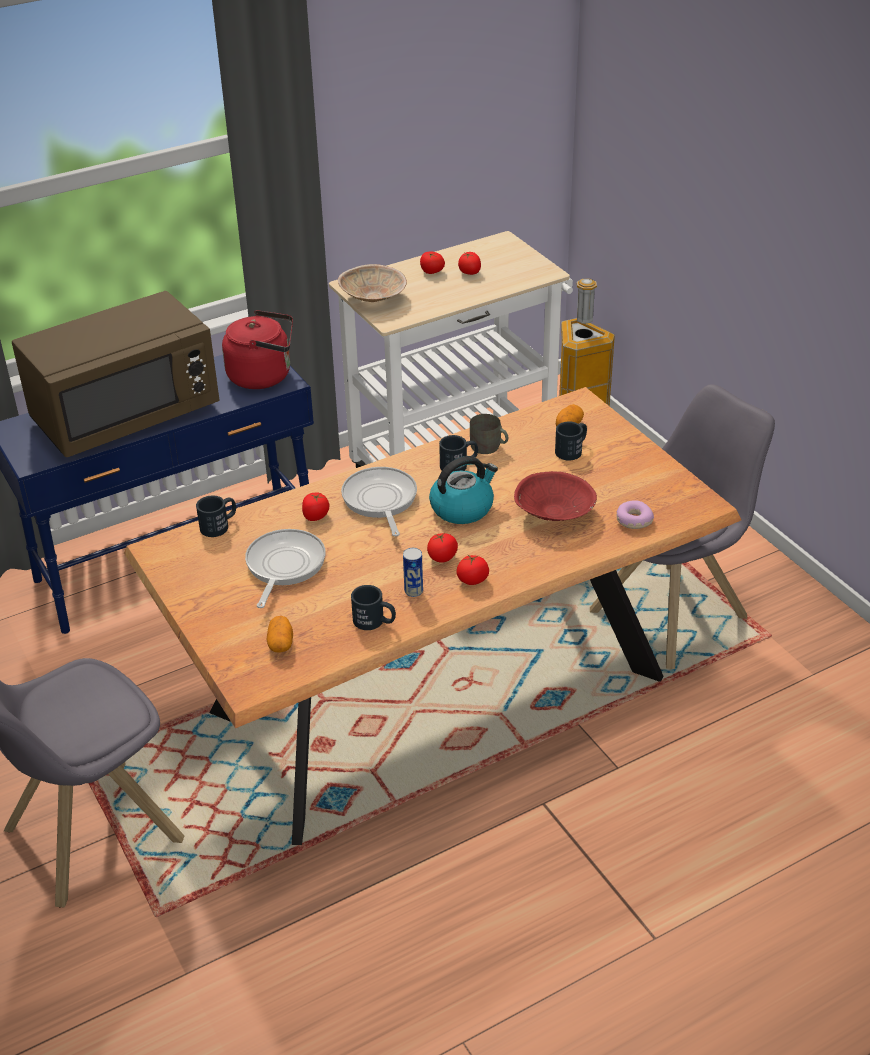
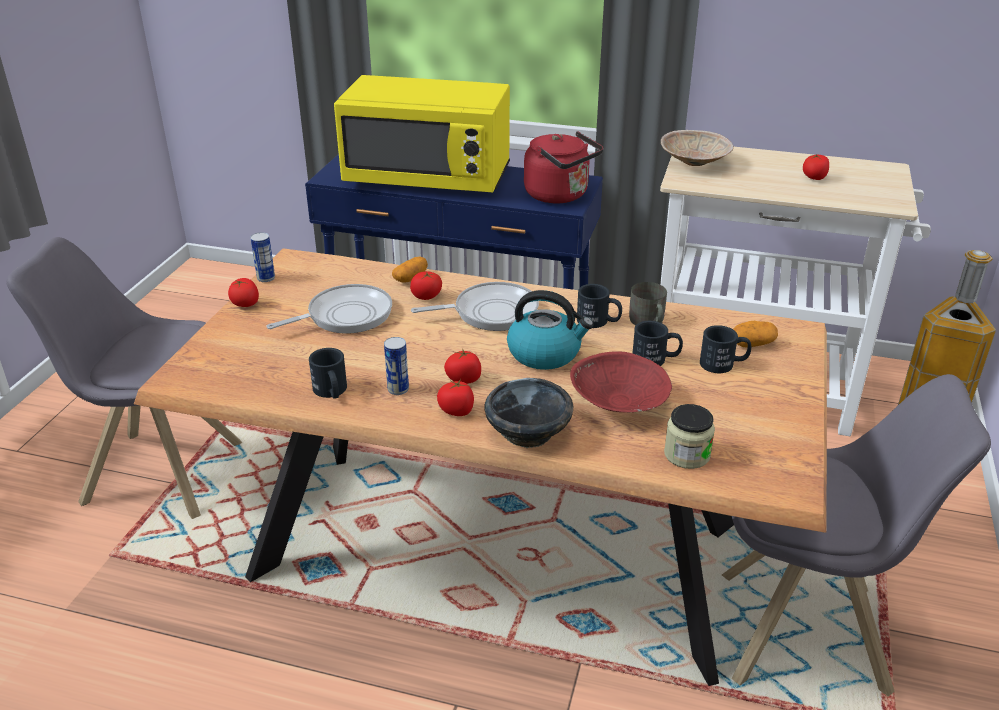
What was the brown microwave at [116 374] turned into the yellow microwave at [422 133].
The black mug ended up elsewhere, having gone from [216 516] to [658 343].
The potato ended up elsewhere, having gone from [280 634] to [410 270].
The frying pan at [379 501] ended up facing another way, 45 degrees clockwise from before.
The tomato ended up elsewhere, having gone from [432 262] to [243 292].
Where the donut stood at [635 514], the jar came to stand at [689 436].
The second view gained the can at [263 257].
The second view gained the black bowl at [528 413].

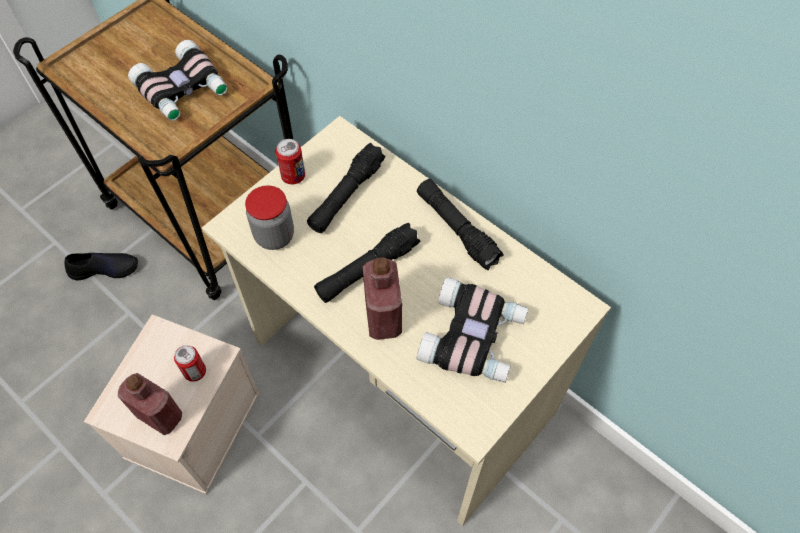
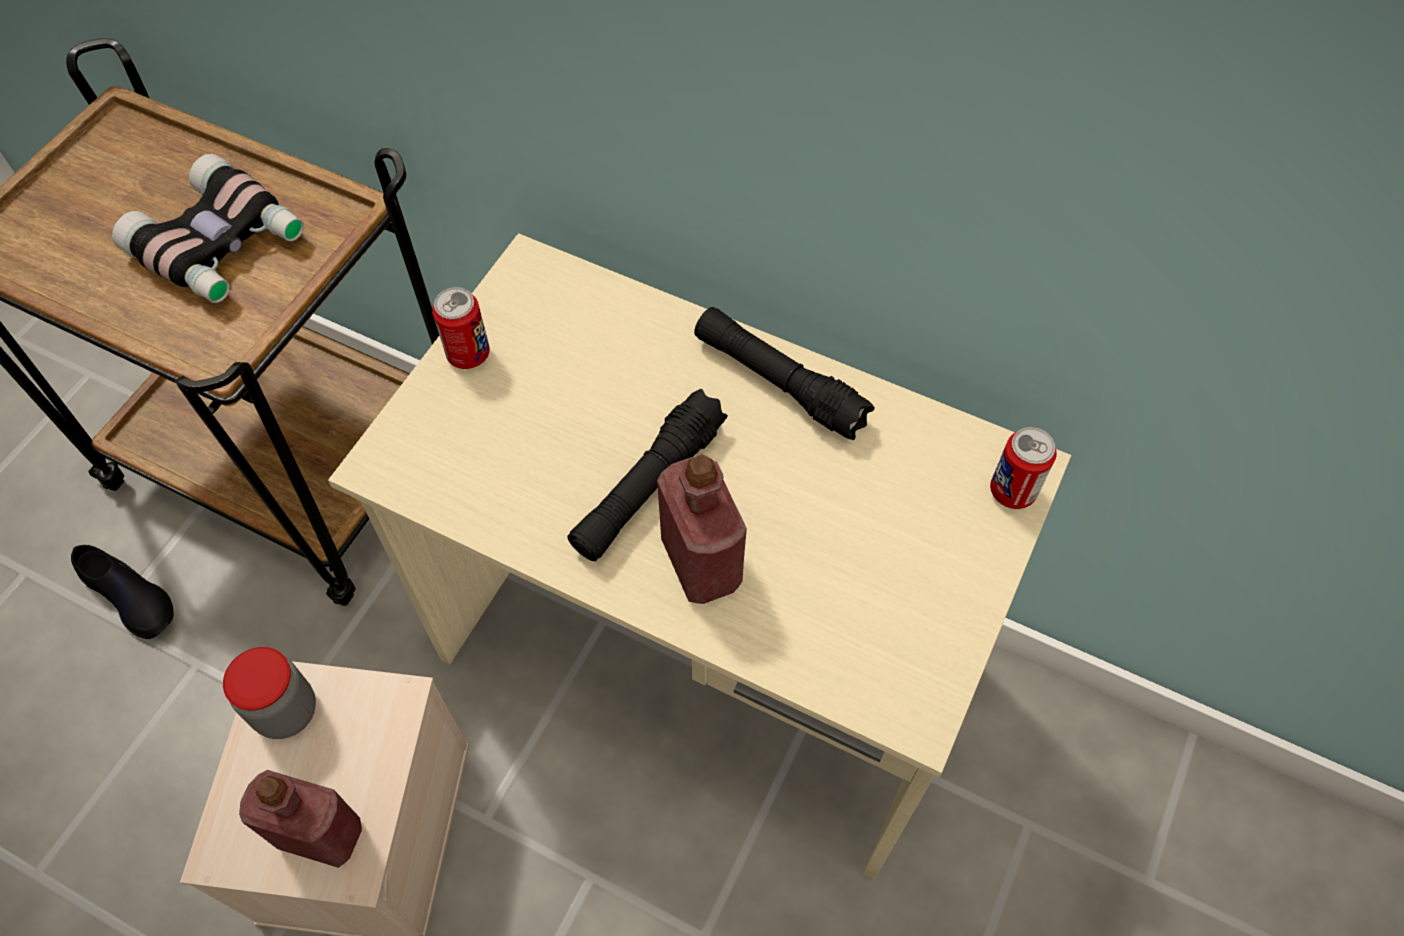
The black shoe at [101 266] ended up facing another way, 60 degrees clockwise from before.
The can ended up elsewhere, having gone from [190 363] to [1023 468].
The jar ended up elsewhere, having gone from [269 217] to [269 693].
The second view lost the black flashlight at [346 188].
The second view lost the binoculars at [472 329].

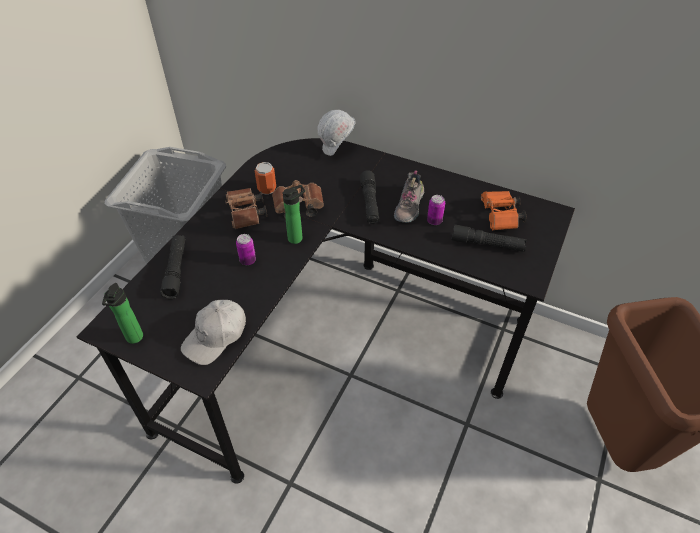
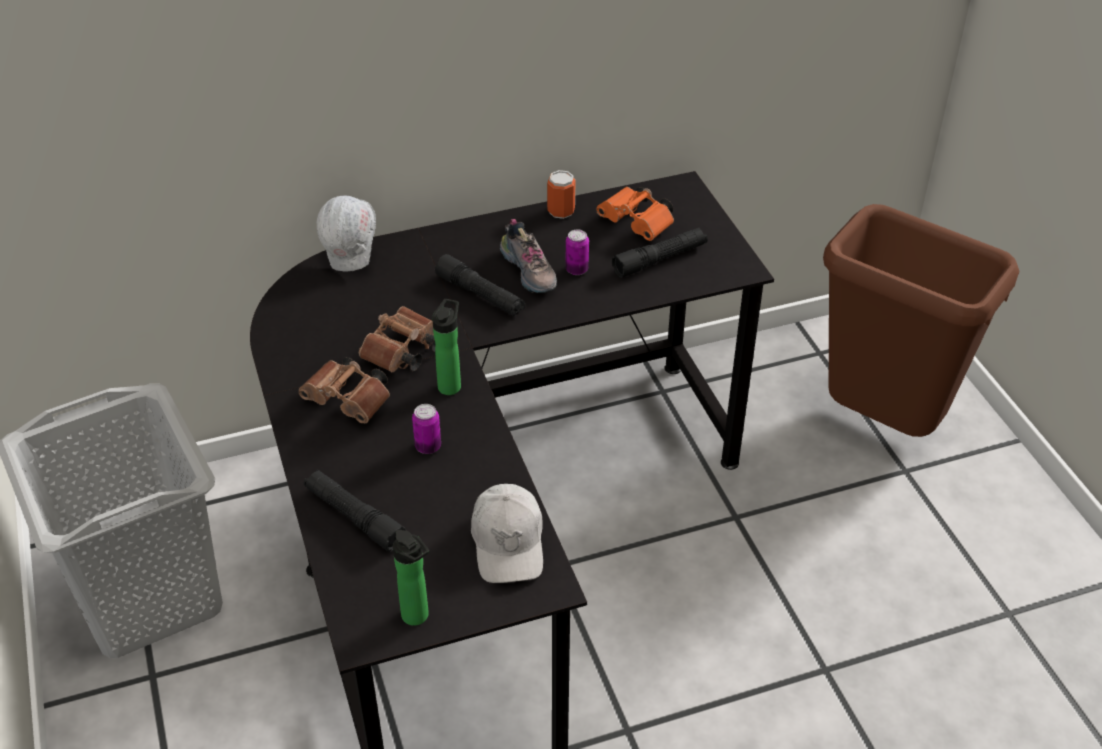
The can ended up elsewhere, having gone from [265 178] to [561 194].

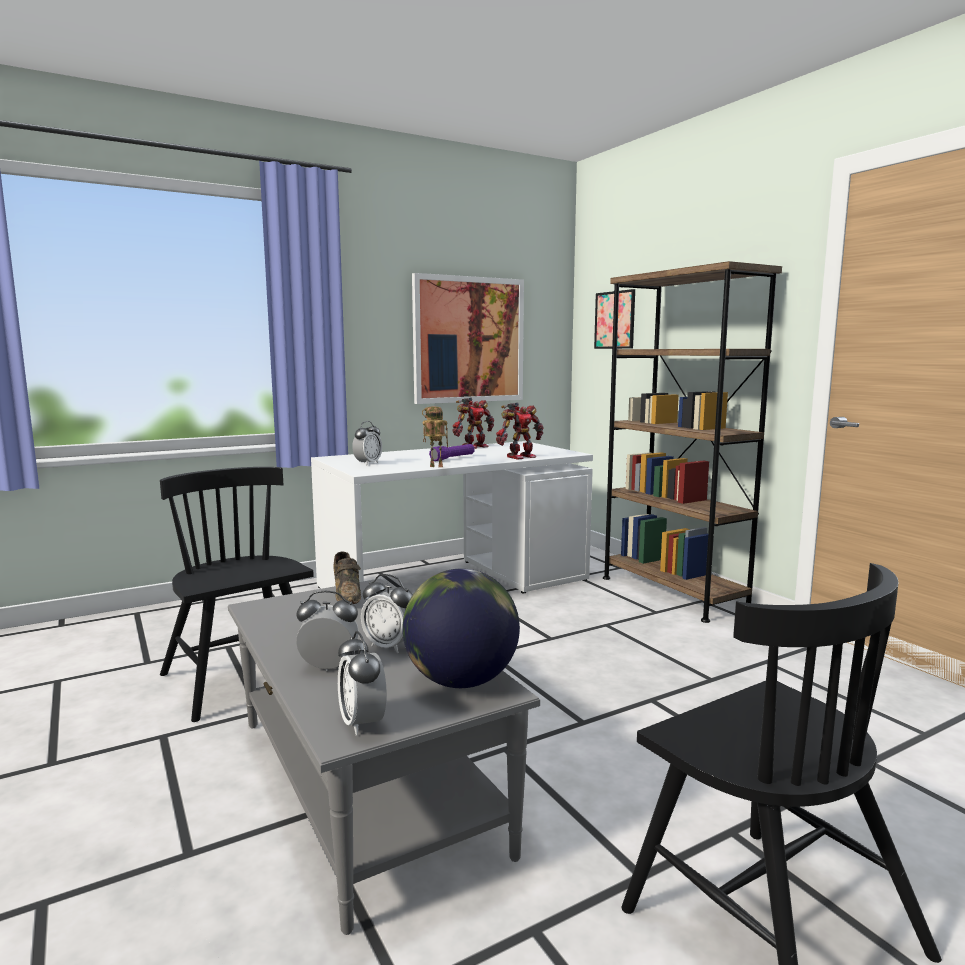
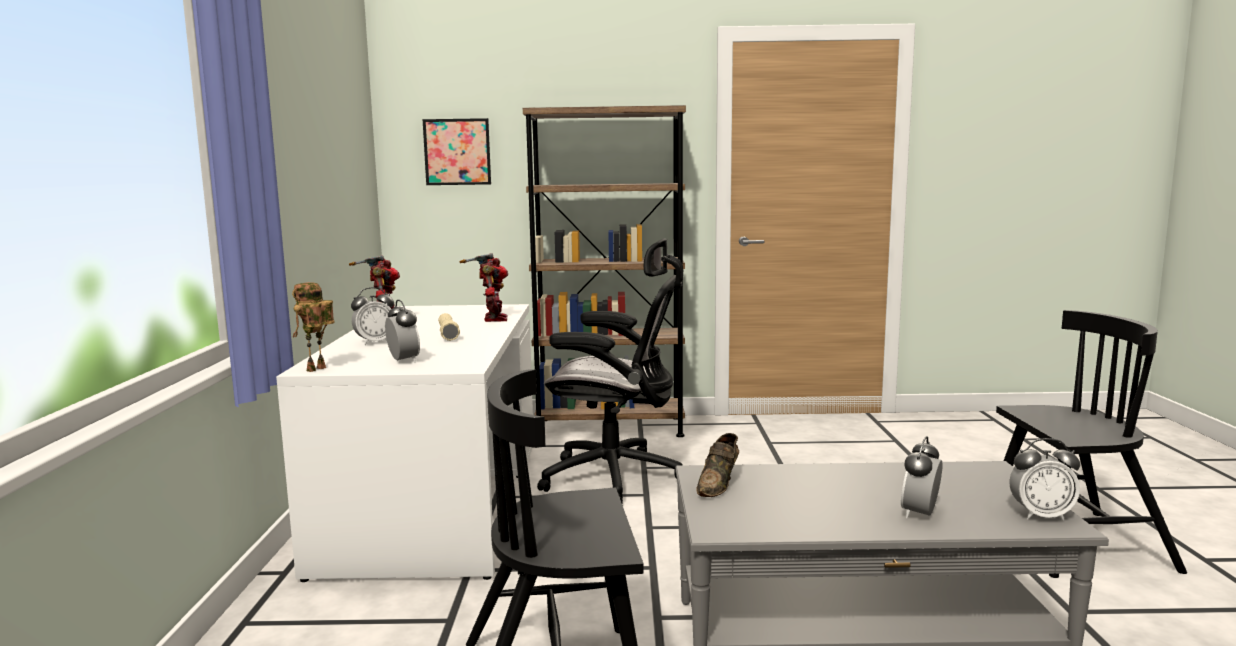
The brown shoe at [347 577] ended up facing another way, 105 degrees clockwise from before.
The alarm clock ended up elsewhere, having gone from [387 613] to [372 316].
The second view lost the globe at [461 628].
The second view lost the picture at [468 338].
The toy robot ended up elsewhere, having gone from [435 437] to [313 327].
What was the purple flashlight at [452 452] turned into the beige flashlight at [449 327].
The second view gained the office chair at [610 370].

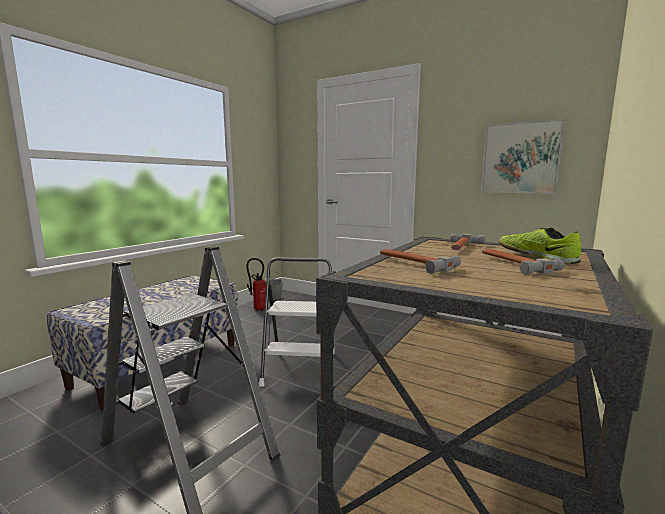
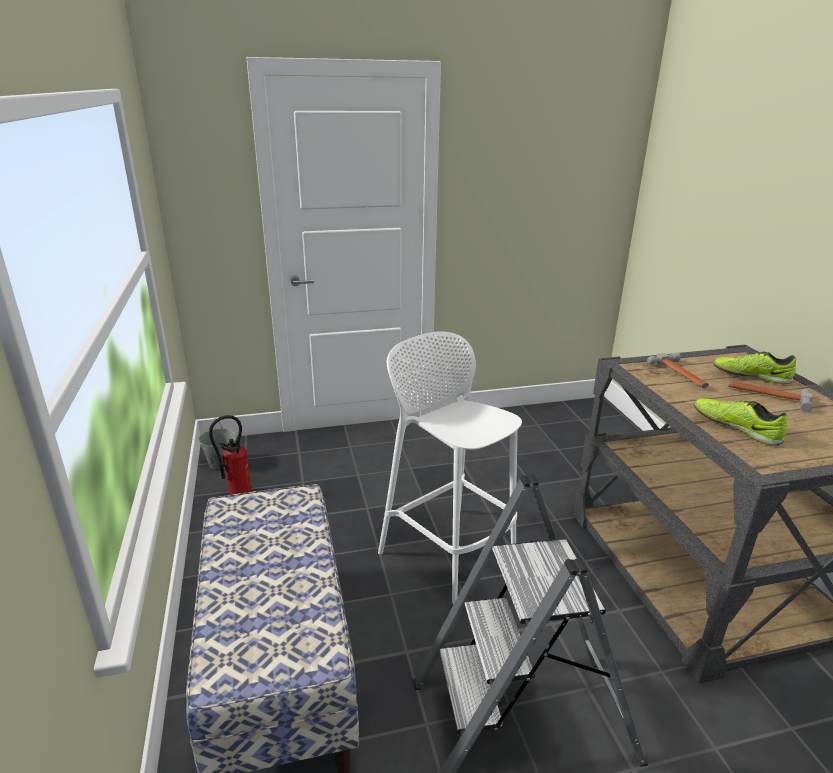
Where the white step ladder stood at [297 322], the white stool came to stand at [450 467].
Where the hammer stood at [420 261], the shoe came to stand at [741 422].
The second view lost the picture at [523 156].

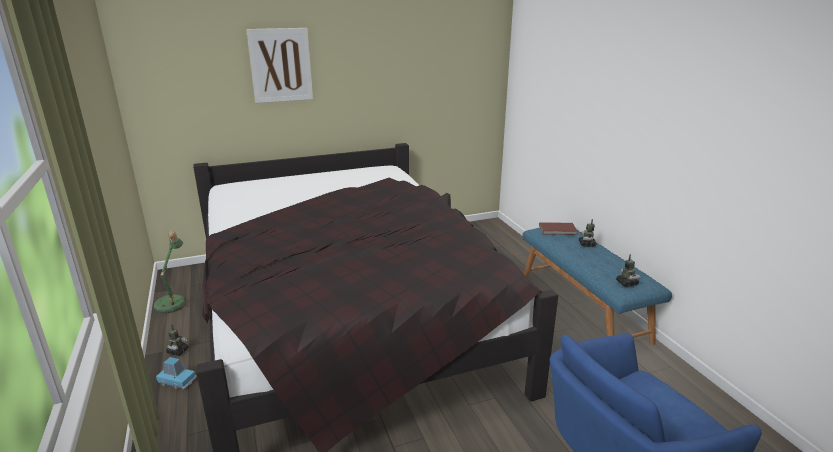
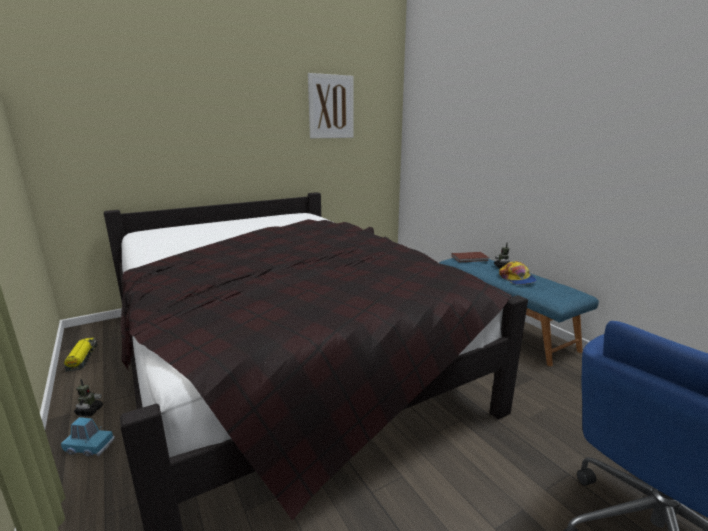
Where the table lamp stood at [169 272], the toy truck came to stand at [80 355].
The picture ended up elsewhere, having gone from [279 65] to [330 105].
The second view lost the toy robot at [628 270].
The second view gained the cap at [518 273].

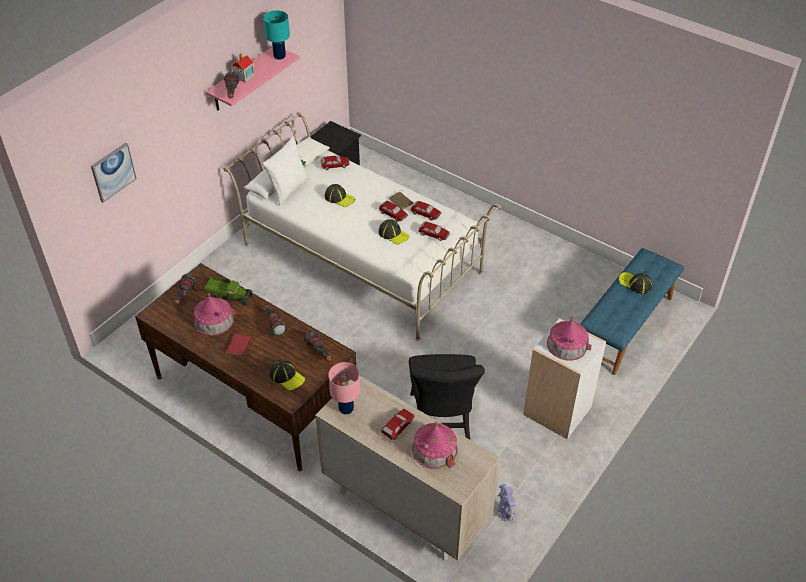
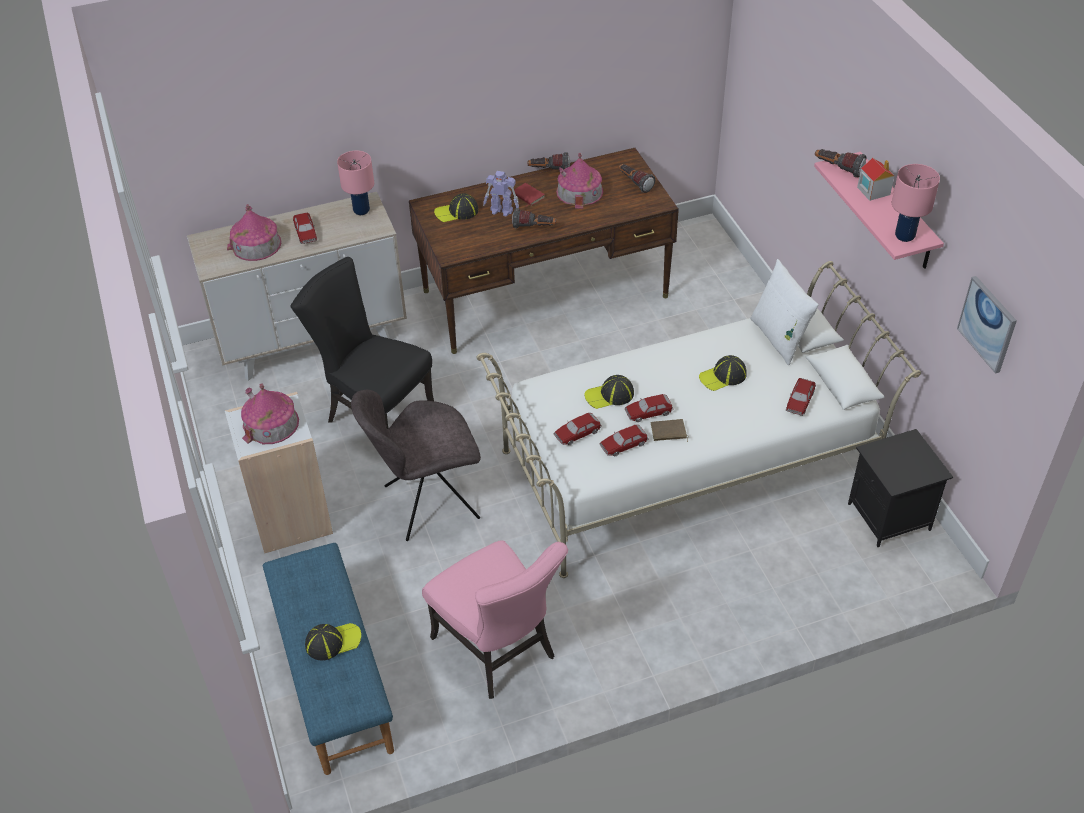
The picture ended up elsewhere, having gone from [114 173] to [987 325].
The second view lost the toy truck at [228 291].
What was the turquoise table lamp at [276 35] turned into the pink table lamp at [916 203].
The flashlight ended up elsewhere, having gone from [317 346] to [548 161].
The toy robot ended up elsewhere, having gone from [506 503] to [501 194].
The second view gained the grey chair at [416 465].
The second view gained the pink chair at [495 619].

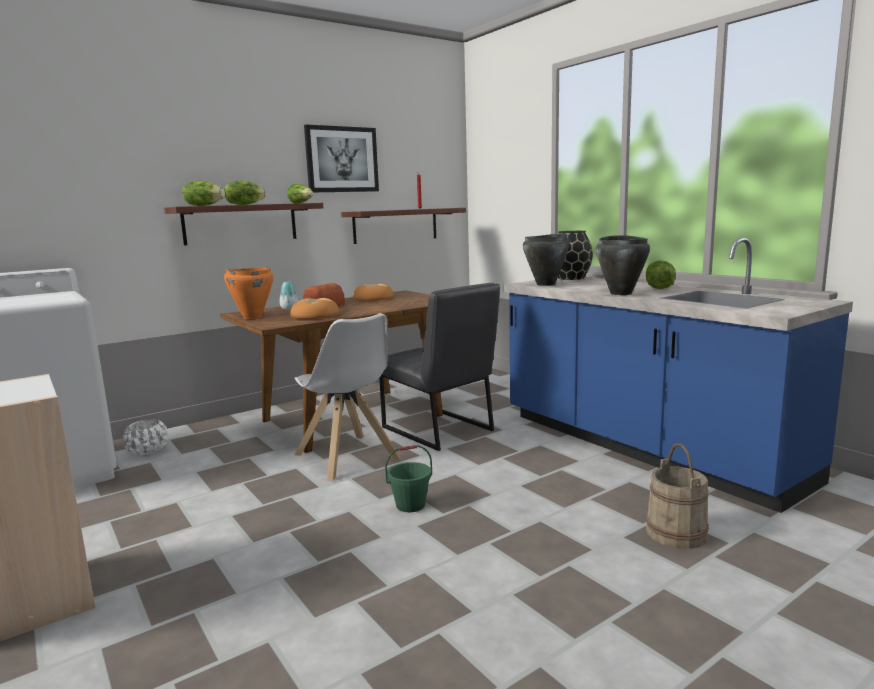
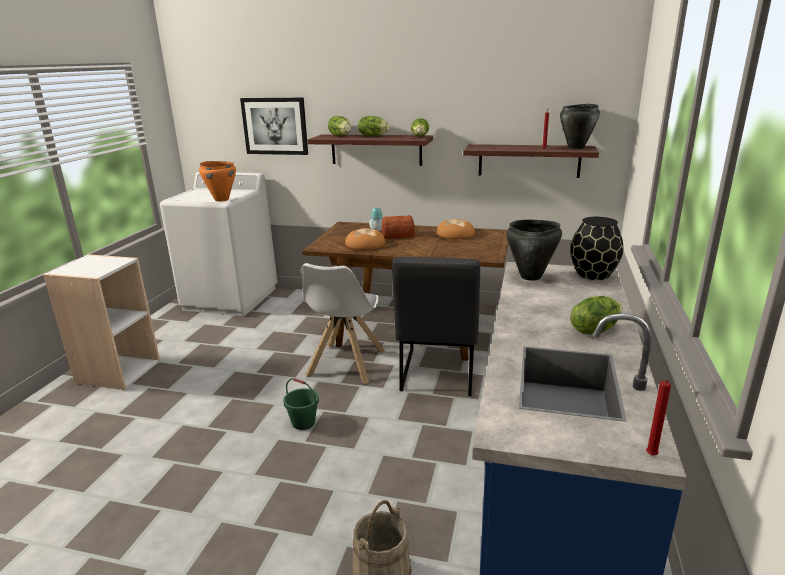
The second view lost the white planter at [145 437].
The orange cooking pot ended up elsewhere, having gone from [248 293] to [217 181].
The picture ended up elsewhere, having gone from [341 158] to [274 126].
The black cooking pot ended up elsewhere, having gone from [623 265] to [580 126].
The second view gained the red candle at [658 417].

